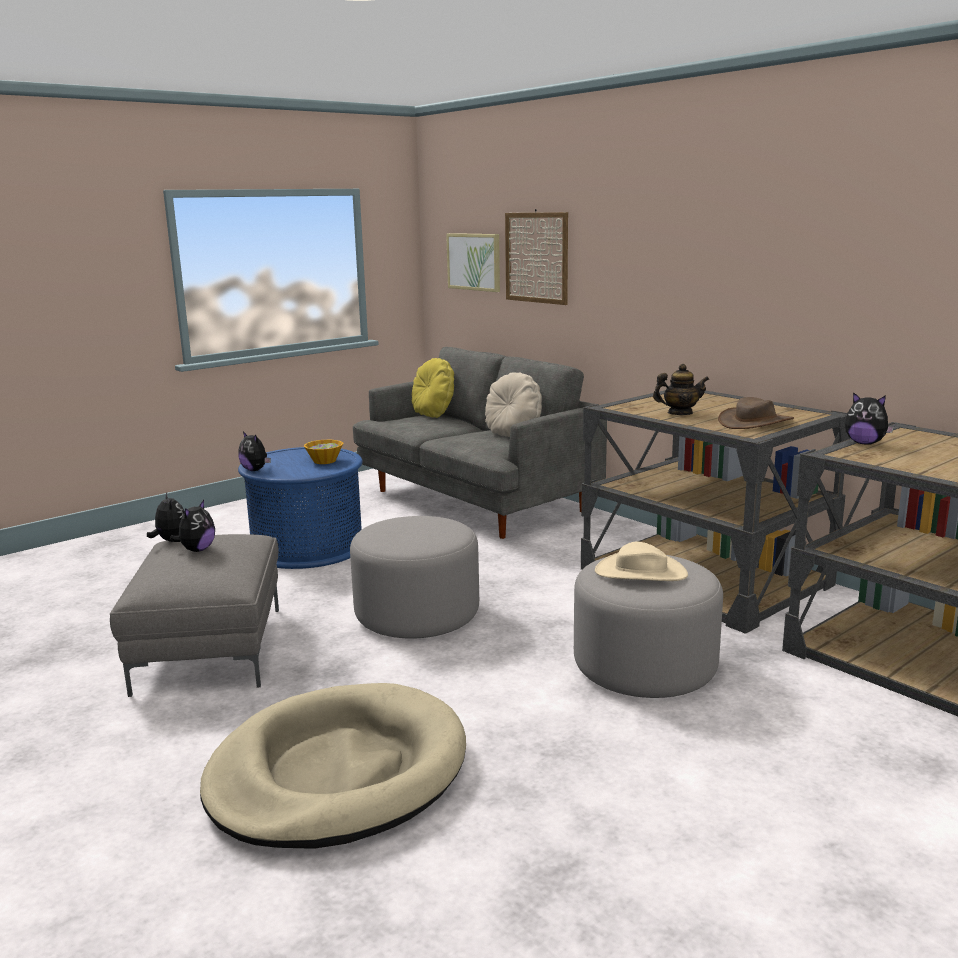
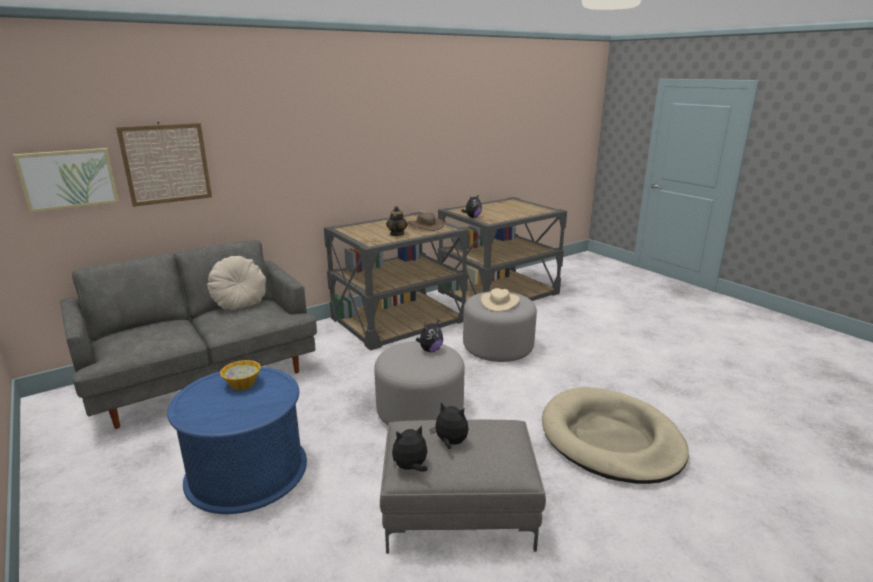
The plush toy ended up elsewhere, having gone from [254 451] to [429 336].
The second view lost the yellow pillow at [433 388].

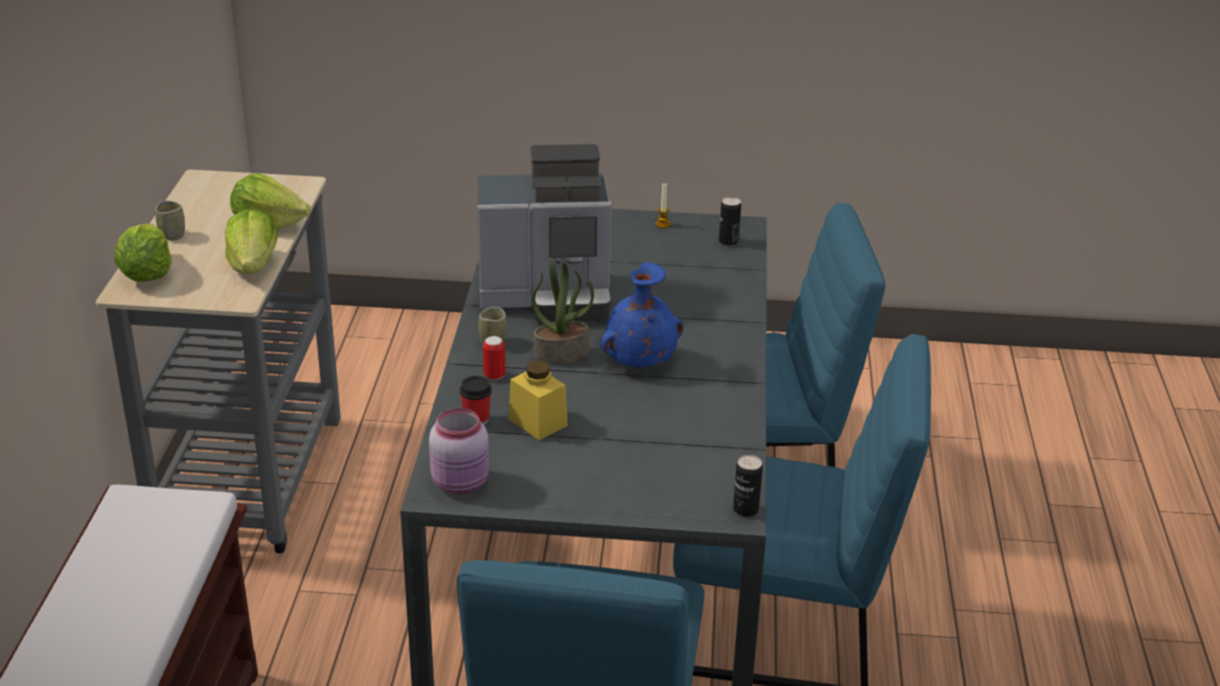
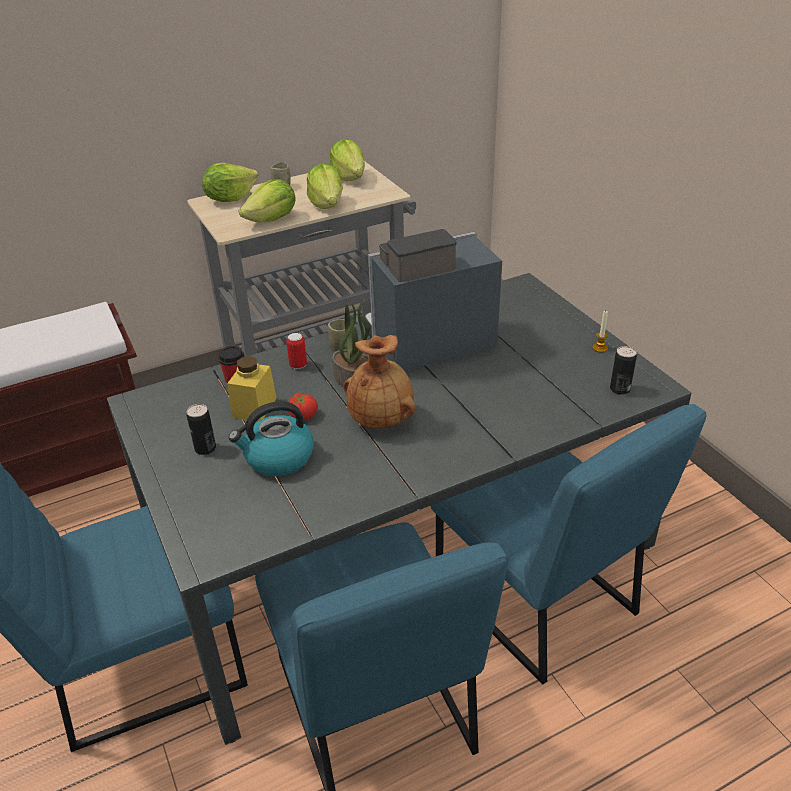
The second view lost the pink jar at [459 451].
The coffee machine at [544 233] ended up facing another way, 105 degrees clockwise from before.
What was the blue vase at [641 314] turned into the brown vase at [380 381].
The can ended up elsewhere, having gone from [748 486] to [201 429].
The second view gained the kettle at [271 438].
The second view gained the tomato at [303 406].
The second view gained the lettuce at [347 160].

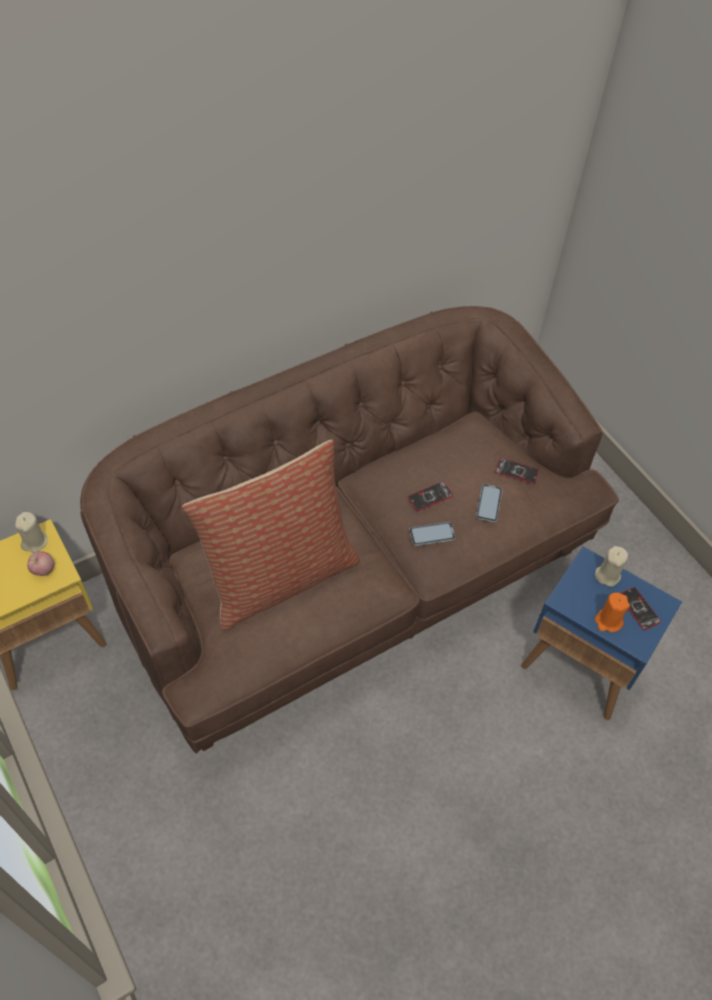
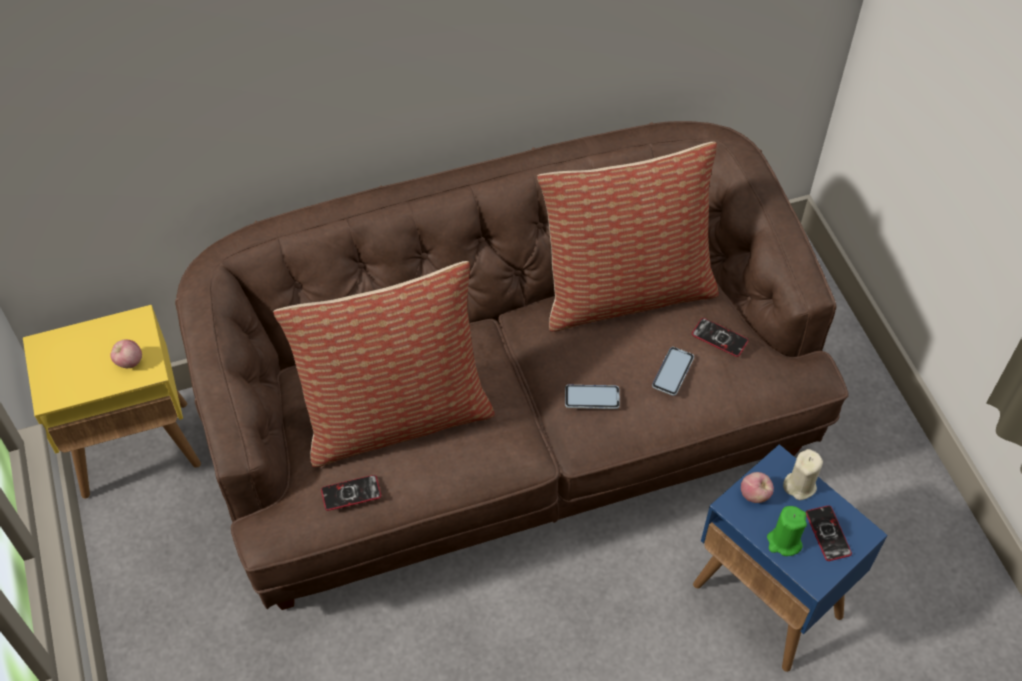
The second view lost the beige candle at [31 532].
The phone ended up elsewhere, having gone from [430 496] to [351 493].
What was the orange candle at [612 612] turned into the green candle at [787 531].
The second view gained the pillow at [628 237].
The second view gained the apple at [757 487].

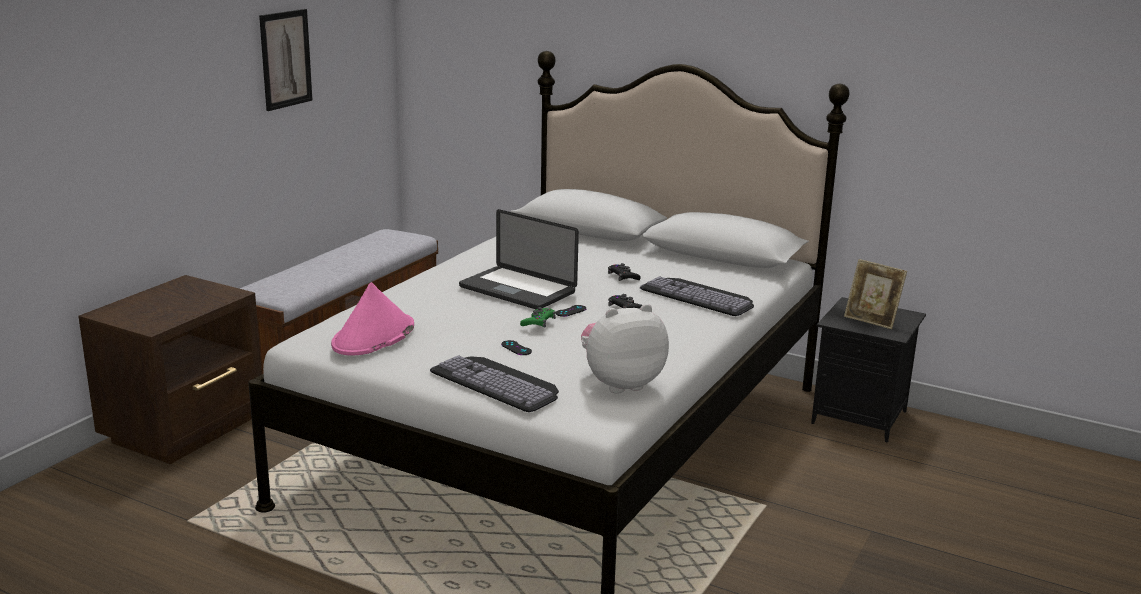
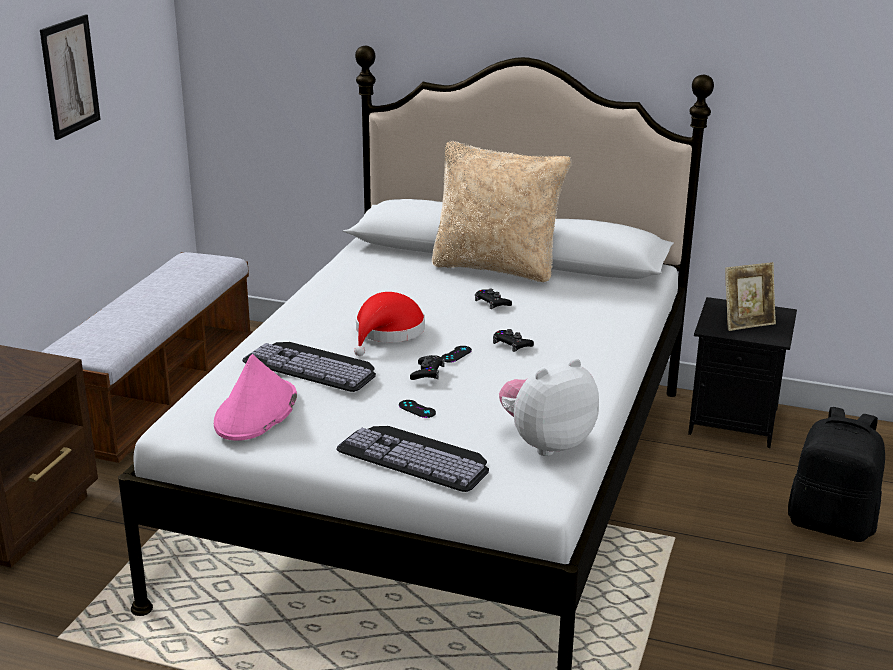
Where the laptop stood at [519 259], the red hat came to stand at [389 324].
What was the green game controller at [538 317] turned into the black game controller at [427 367].
The keyboard ended up elsewhere, having gone from [697 296] to [309 367].
The picture frame at [875 294] ended up facing another way, 45 degrees counterclockwise from before.
The second view gained the beige pillow at [502 212].
The second view gained the black backpack at [836 474].

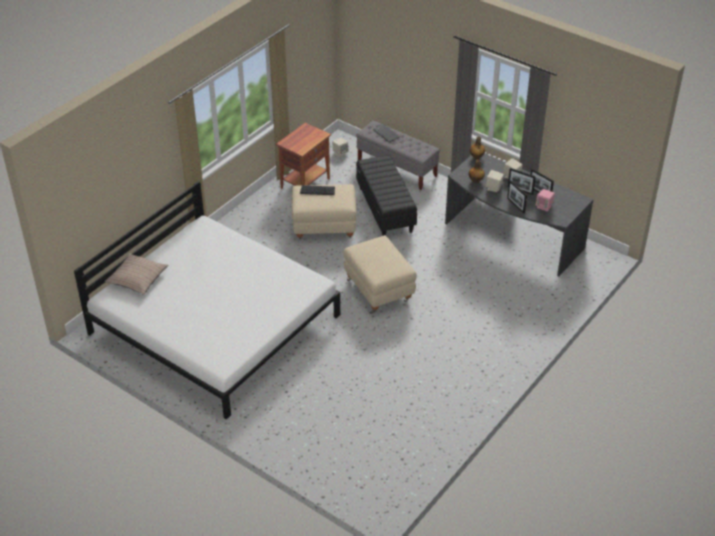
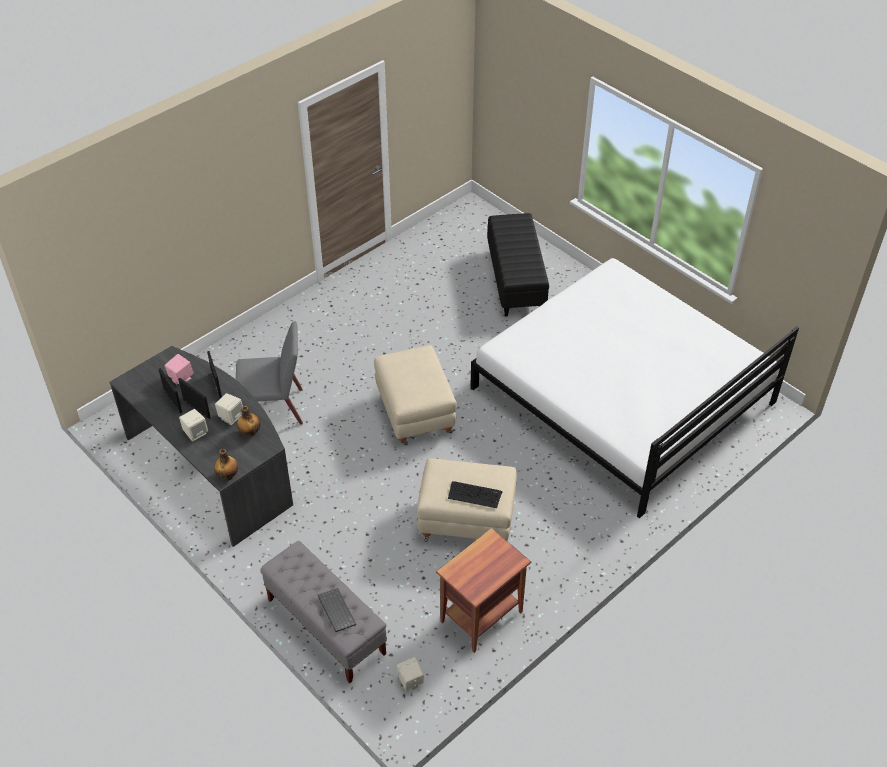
The second view lost the pillow at [136 274].
The black ottoman ended up elsewhere, having gone from [386 195] to [518 264].
The second view gained the grey chair at [269 372].

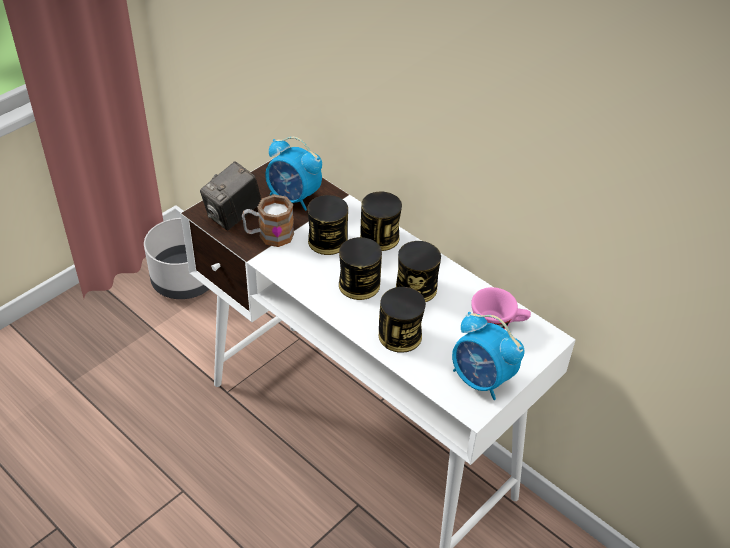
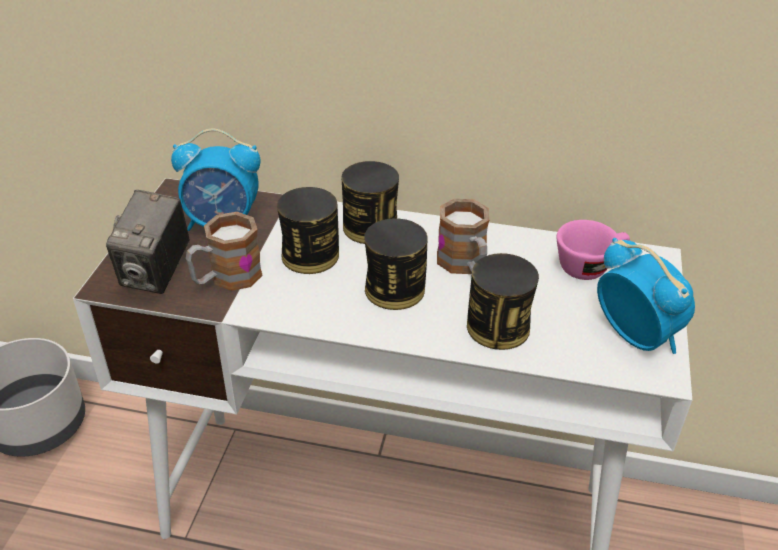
Where the can stood at [418 271], the mug came to stand at [463 236].
The alarm clock at [488 356] ended up facing another way, 135 degrees counterclockwise from before.

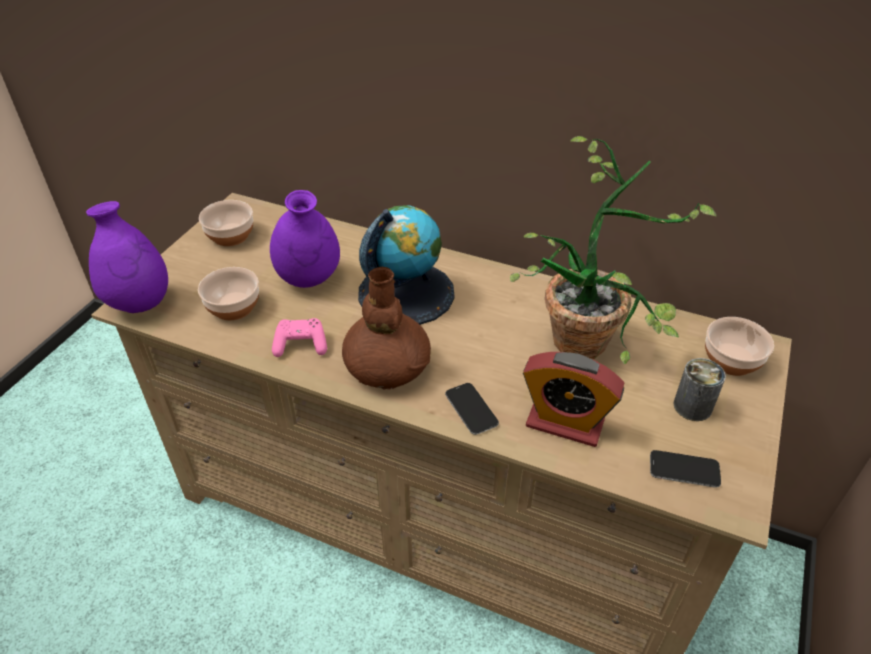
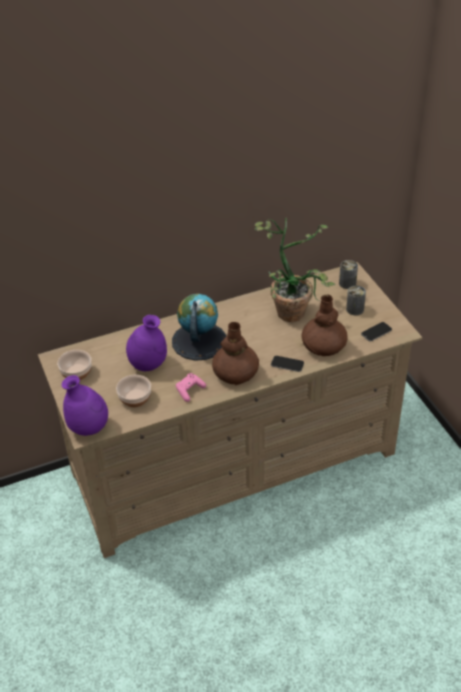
Where the alarm clock stood at [573 399], the brown vase came to stand at [325 326].
Where the bowl stood at [739 346], the can came to stand at [348 274].

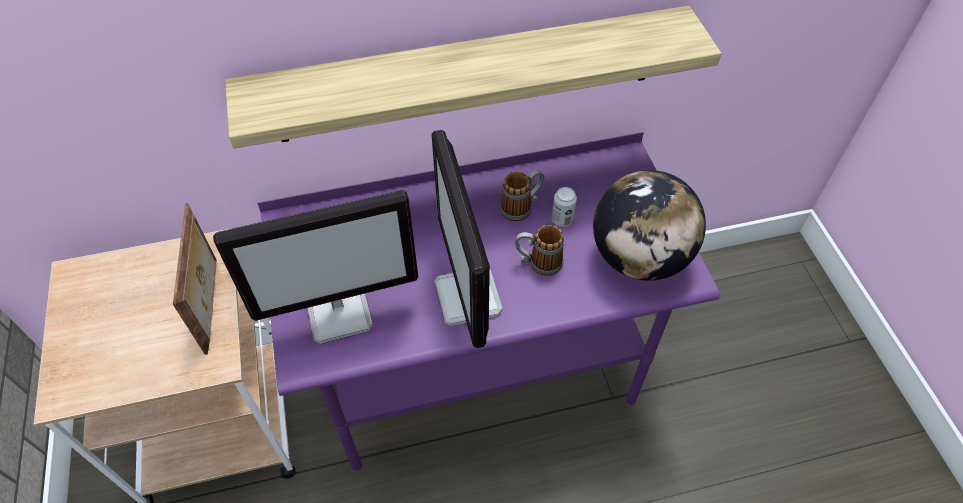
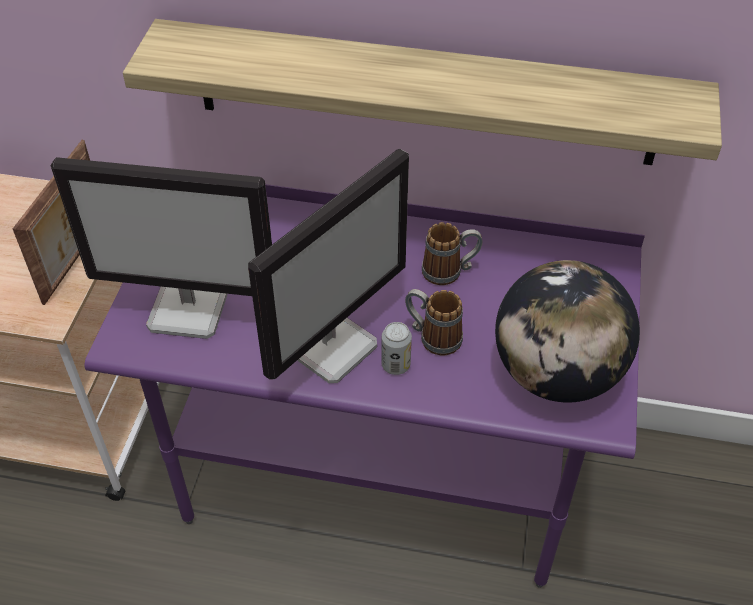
The monitor at [467 239] ended up facing another way, 150 degrees counterclockwise from before.
The can ended up elsewhere, having gone from [564 207] to [396 348].

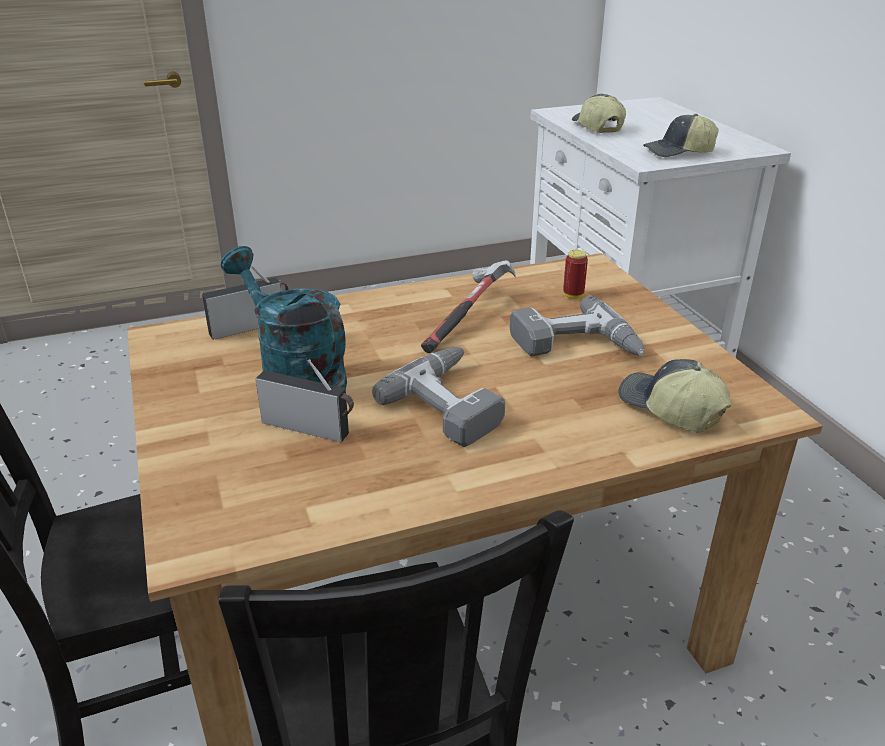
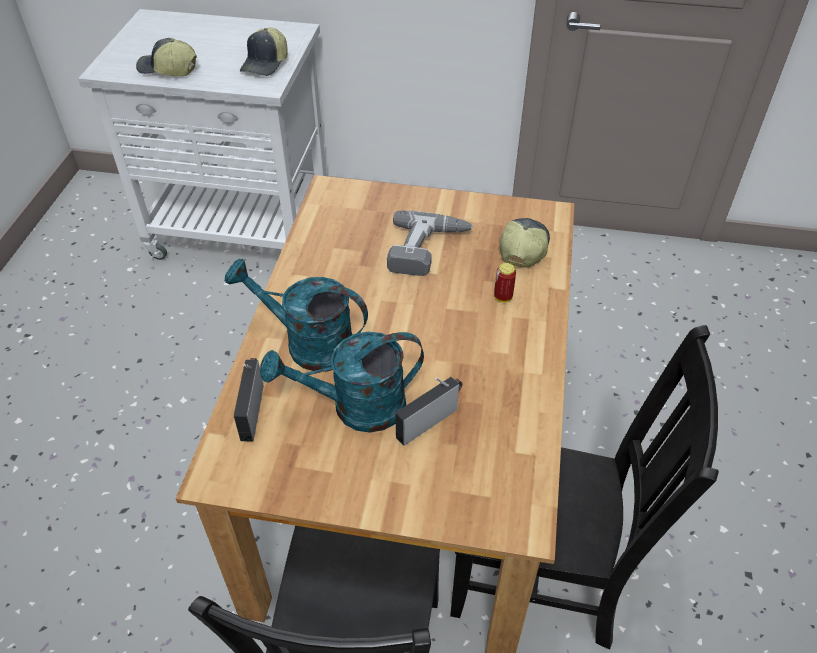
The second view lost the power drill at [438 397].
The second view lost the hammer at [468 306].
The can ended up elsewhere, having gone from [575 274] to [505 282].
The cap at [674 396] ended up facing another way, 120 degrees clockwise from before.
The second view gained the turquoise watering can at [296 315].

